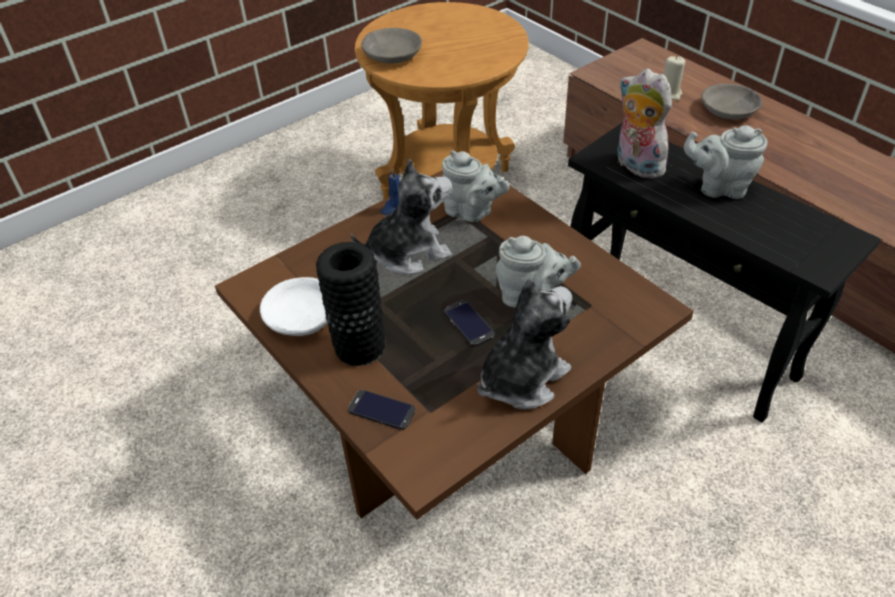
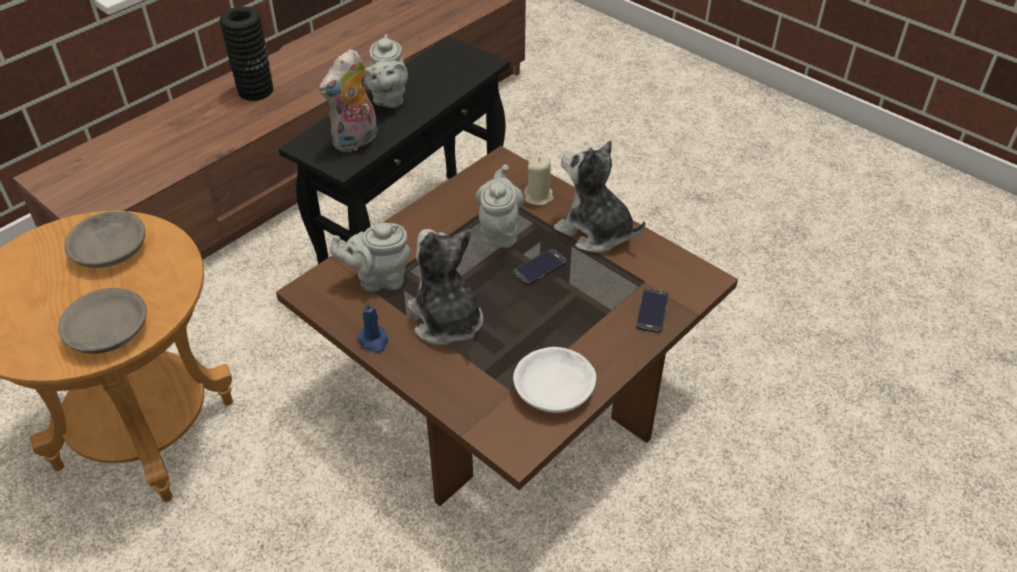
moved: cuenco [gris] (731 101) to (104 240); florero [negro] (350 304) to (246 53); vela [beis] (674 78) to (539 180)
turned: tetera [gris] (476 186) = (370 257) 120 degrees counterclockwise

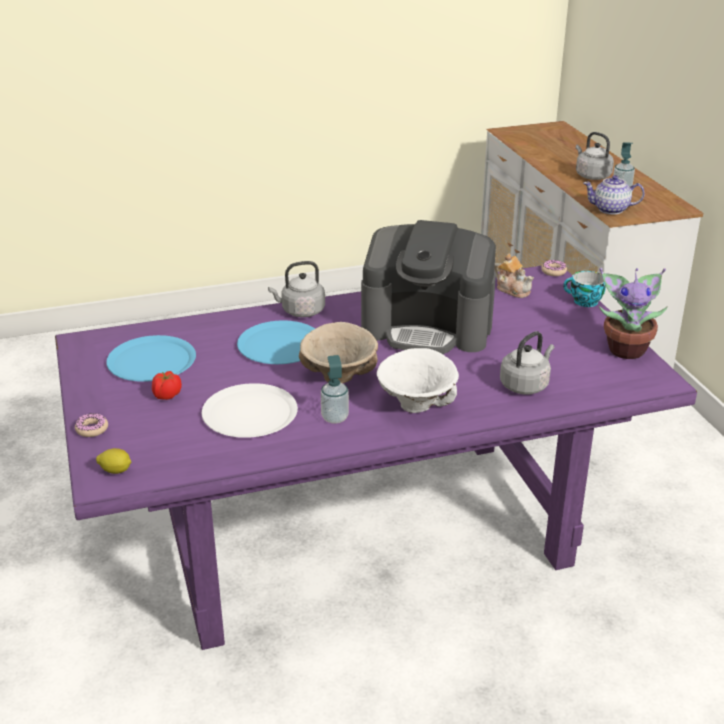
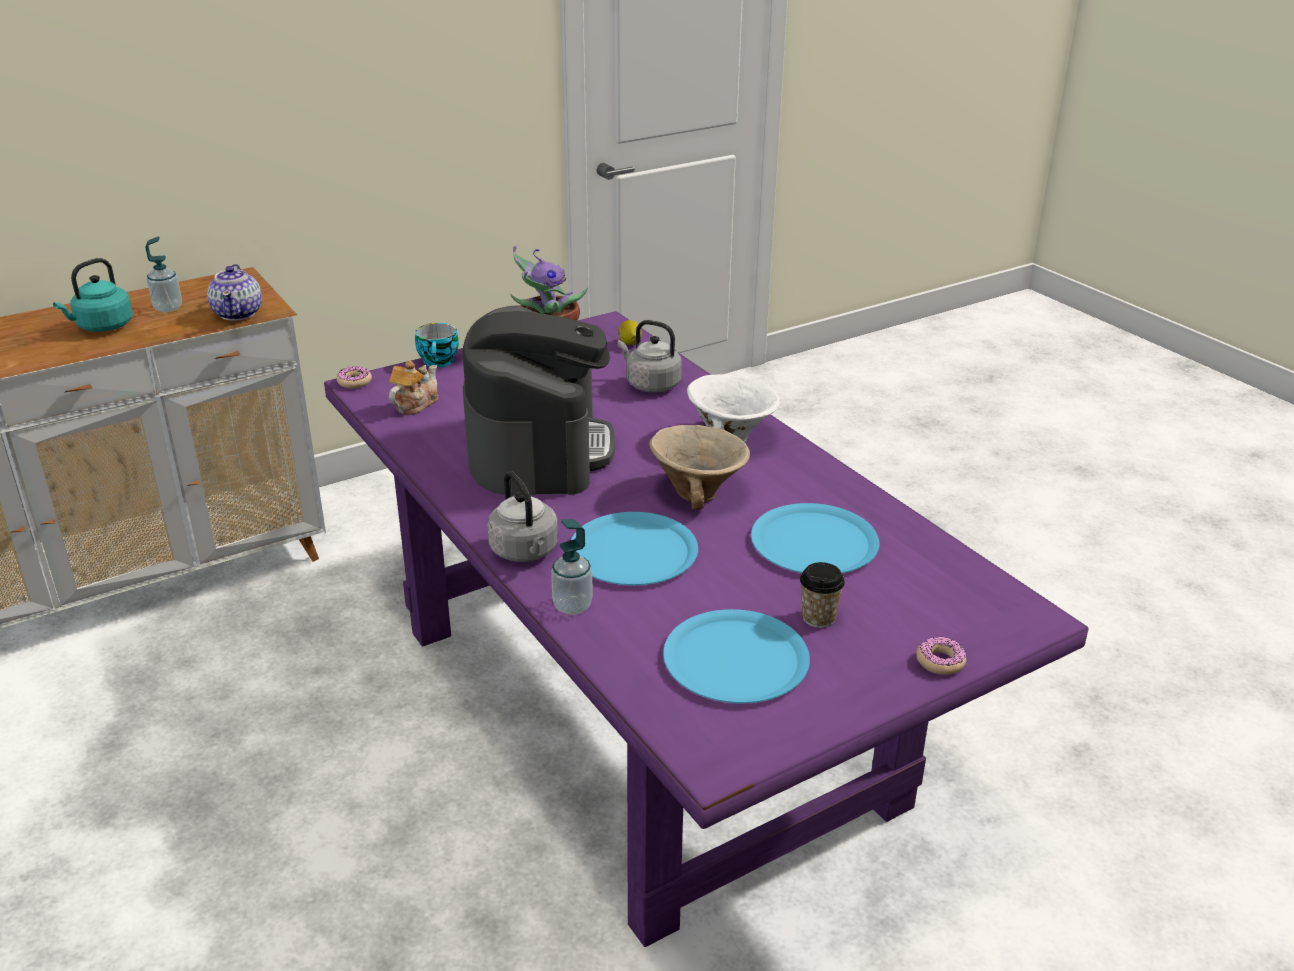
moved: dispensador de jabón (335 389) to (572 567); limón (114 461) to (630 332)
replaced: tomate (167 385) to taza (822 595)
recoloured: hervidor [gris] (595 156) to hervidor [turquesa] (93 295); plato [blanco] (250 410) to plato [azul] (815 538)

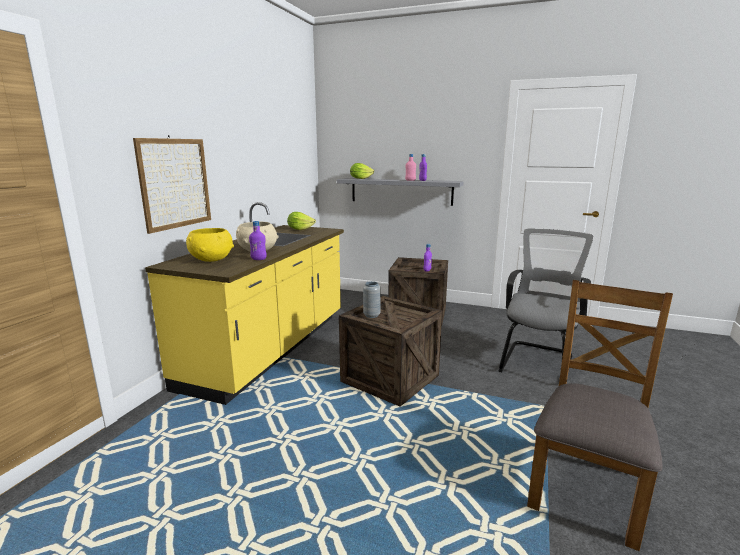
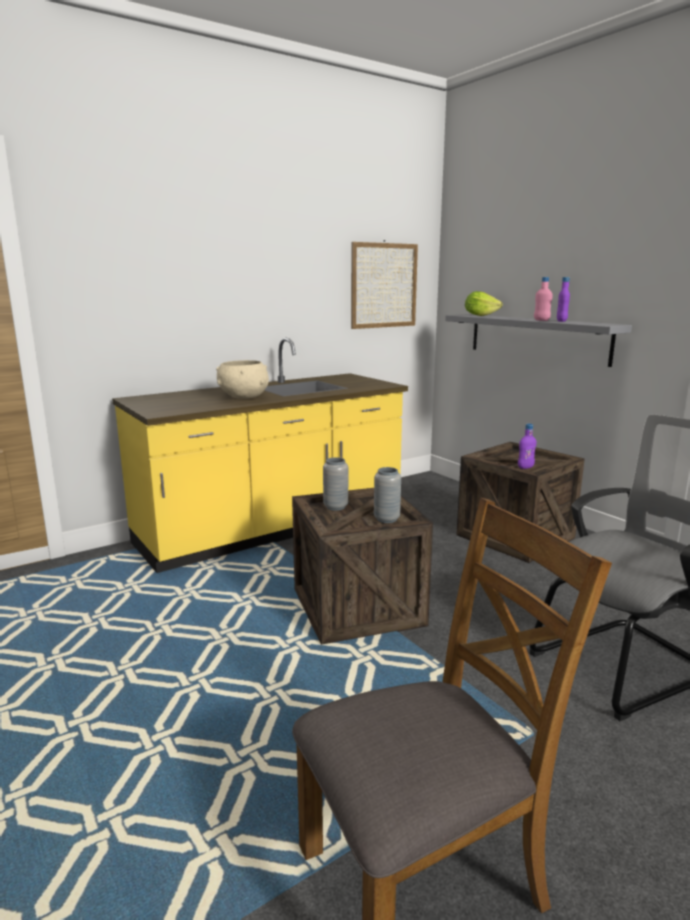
removed: cuenco [amarillo] (210 245); botella [morado] (258 240); lechuga (301 221)
added: florero [gris] (387 495)
moved: cuadro (172 184) to (384 284)

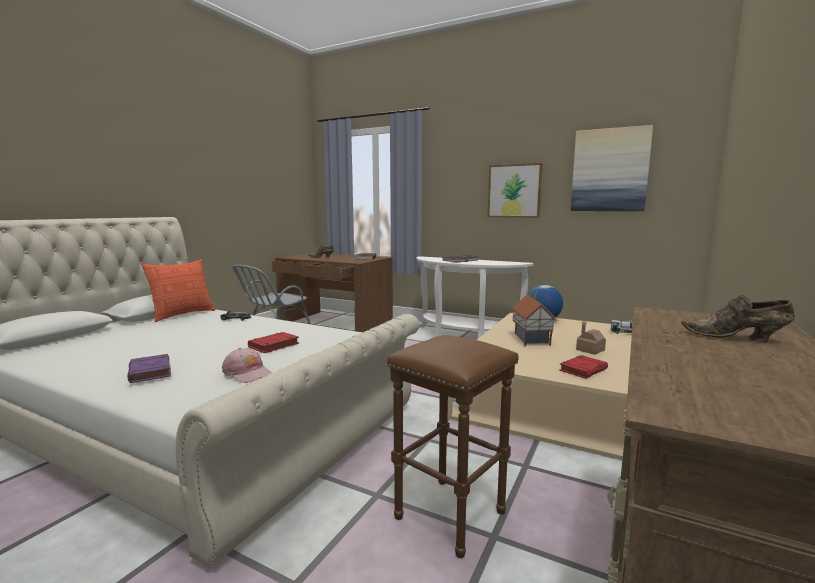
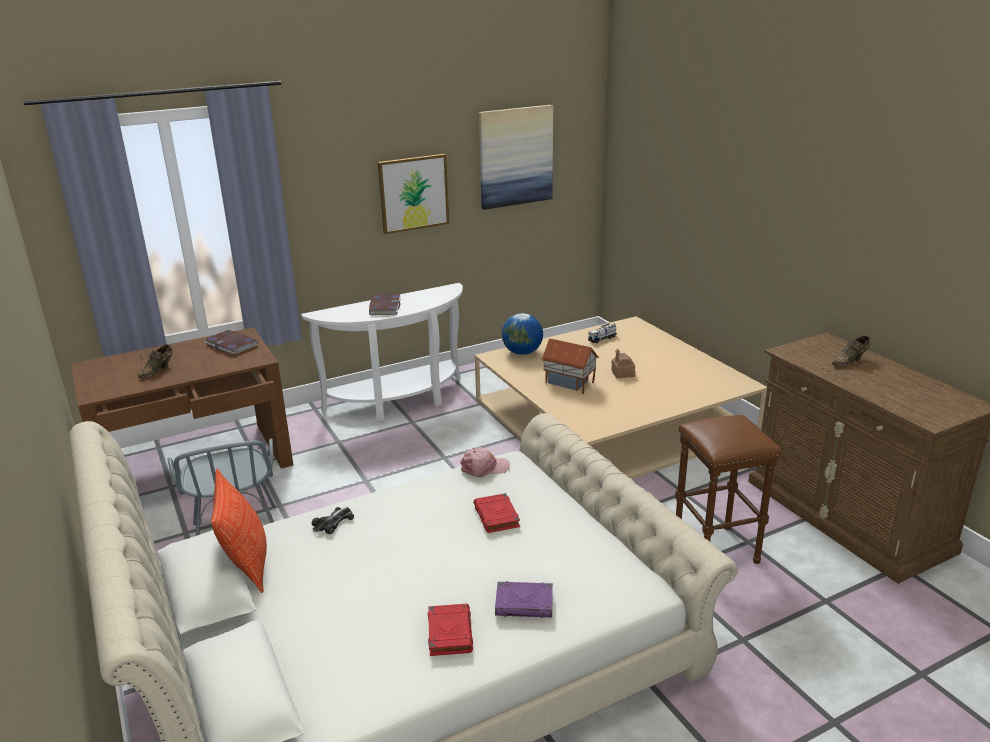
moved: libro [rojo] (583 367) to (450 630); gorra [rosa] (246 365) to (485 462)

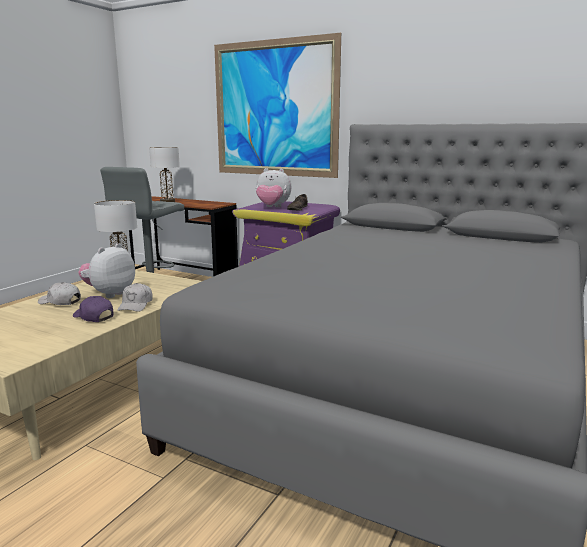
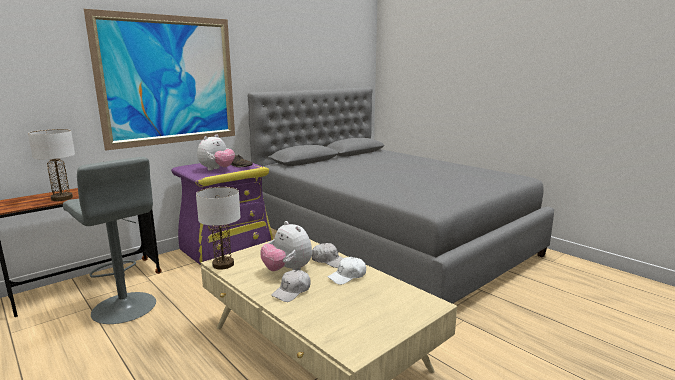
recoloured: gorra [morado] (93 309) to gorra [blanco] (347 271)

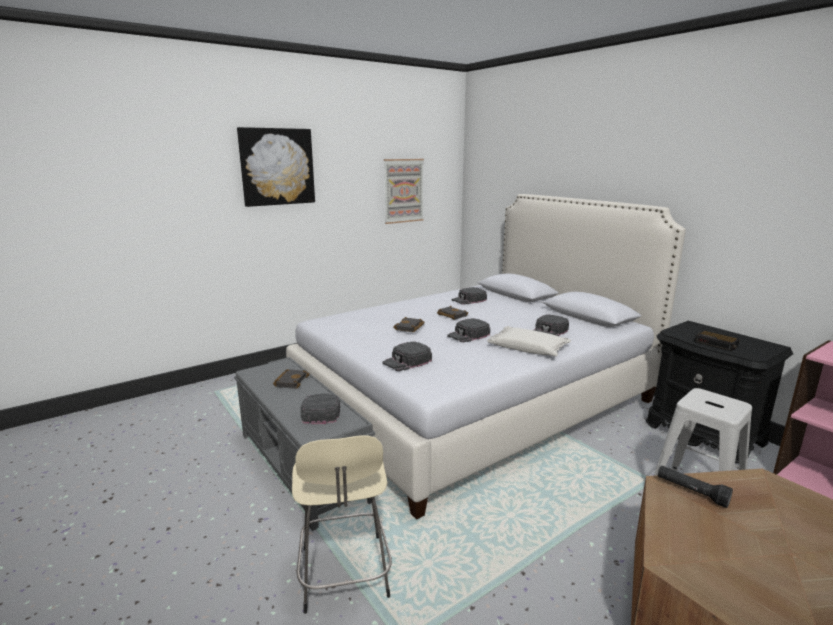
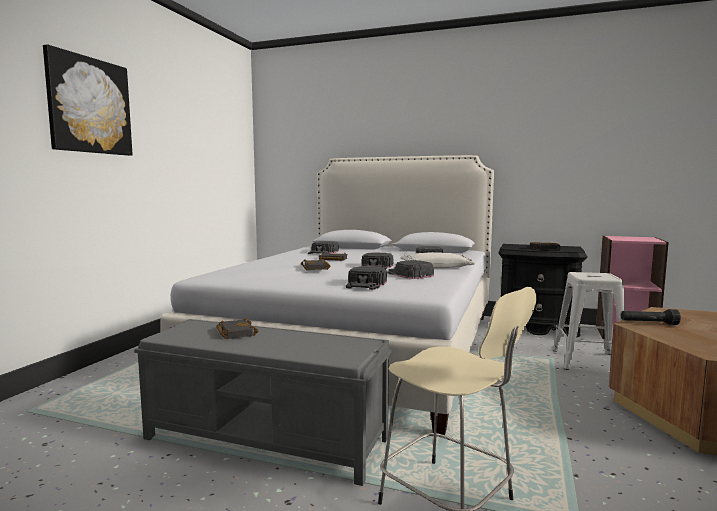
removed: cuadro (404 191)
moved: gorra [negro] (320 409) to (410 269)

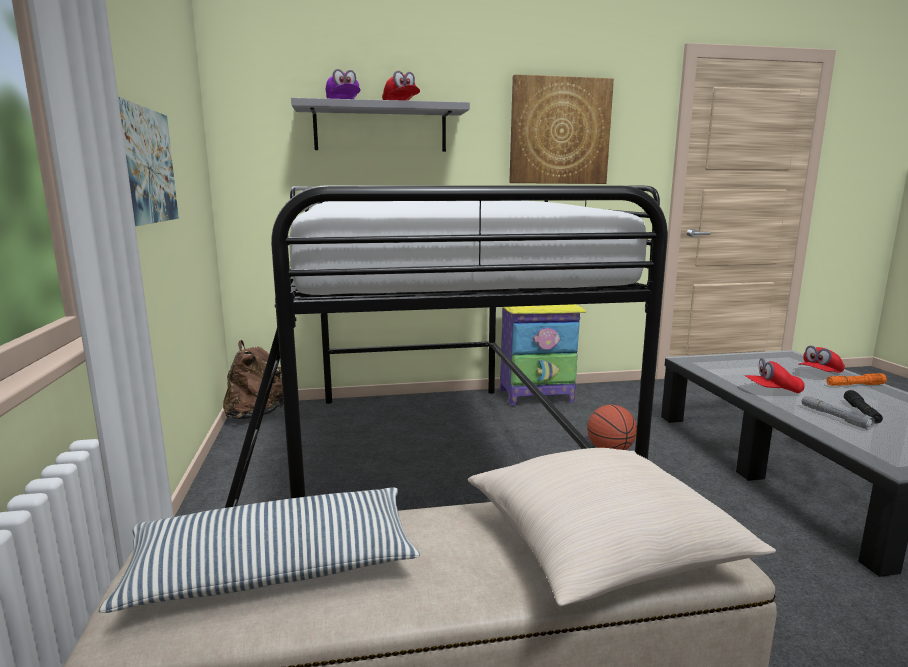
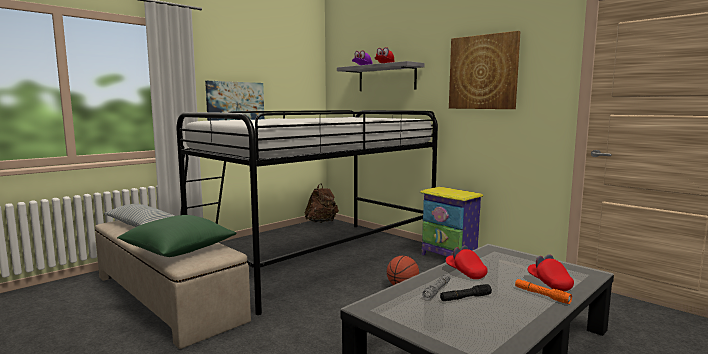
recoloured: cojín [beis] (622 527) to cojín [verde] (177 236)
turned: gorra [rojo] (821 359) = (551 272) 45 degrees clockwise

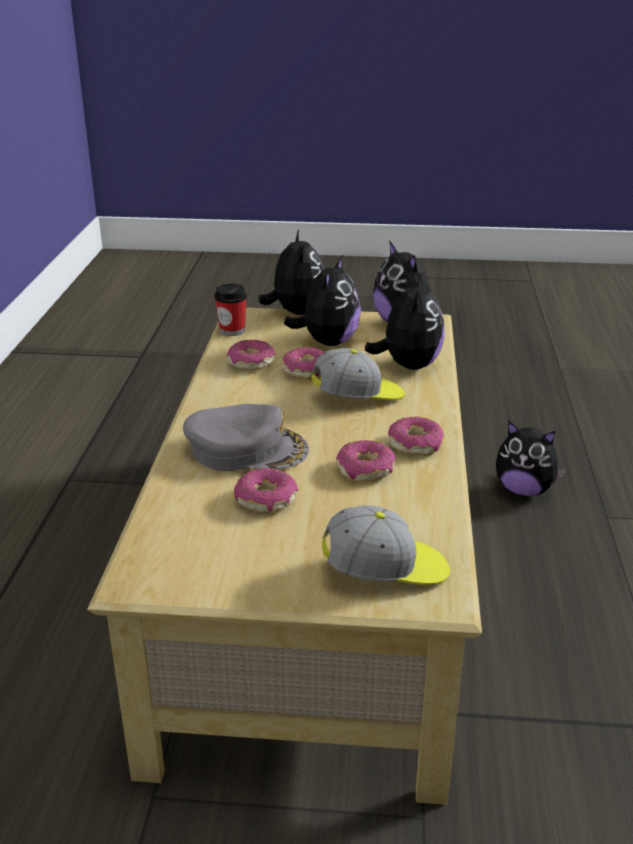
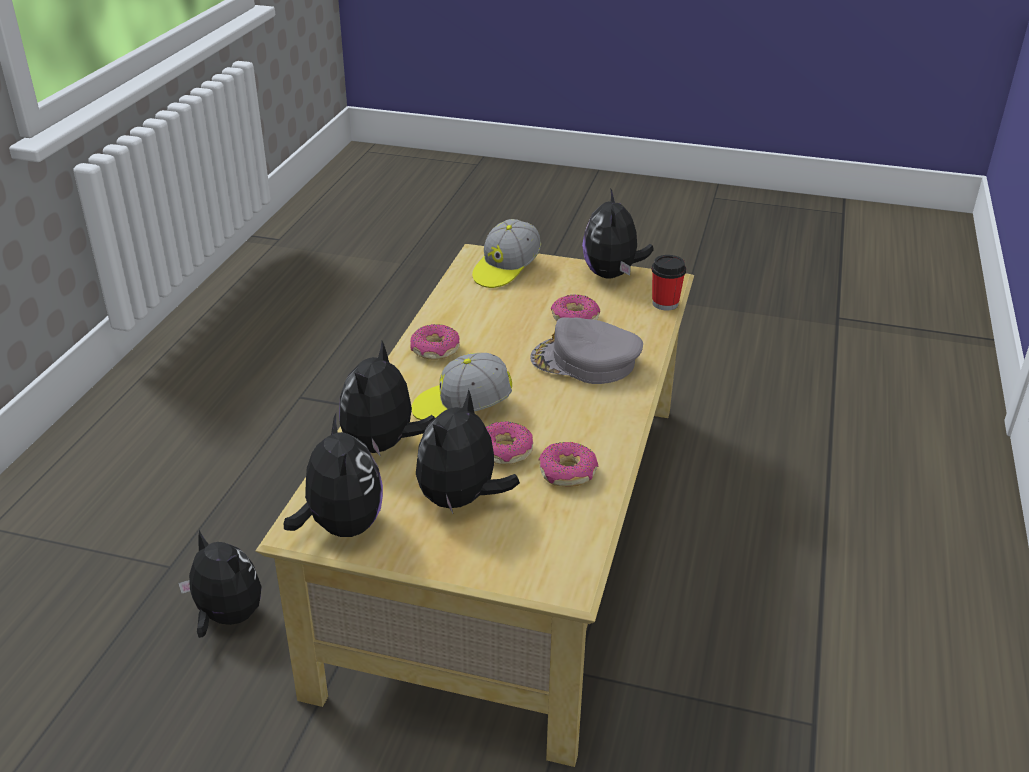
removed: rosquilla (366 461)
moved: peluche (291 272) to (618 233); taza (230 309) to (669 283)
turned: gorra (386 545) = (506 253) 60 degrees counterclockwise

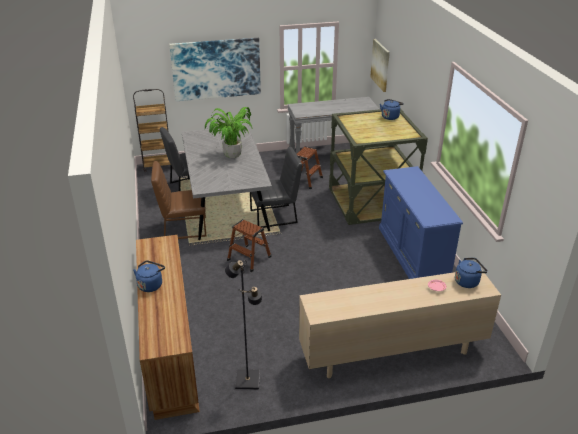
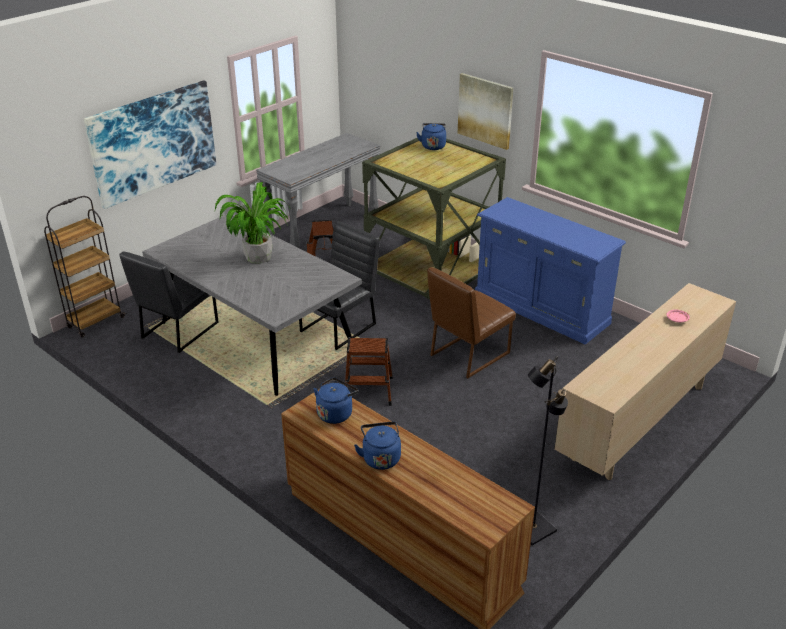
moved: hervidor [azul] (471 273) to (336 400); silla [marrón] (178 200) to (471 322); cuadro (380 65) to (486 111)

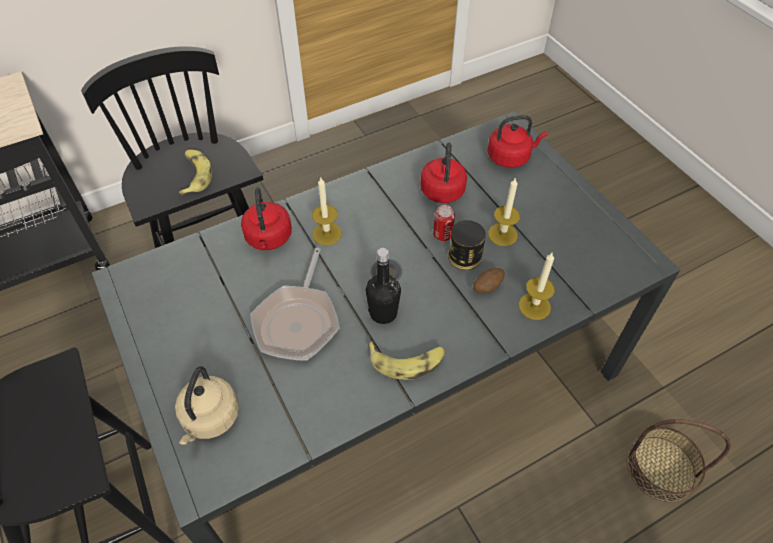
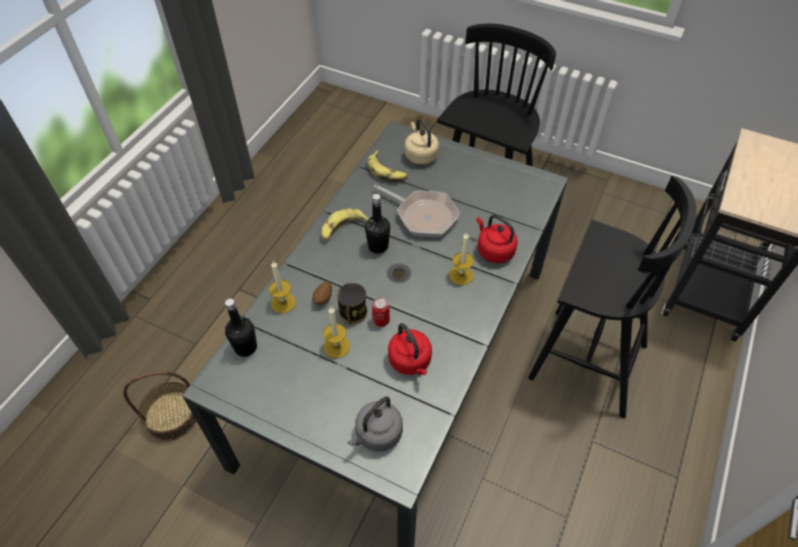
added: botella [negro] (241 327)
moved: plátano (195 172) to (387 166)
recoloured: hervidor [rojo] (517 141) to hervidor [gris] (375 424)
turned: sartén (295 304) = (417 210) 150 degrees clockwise

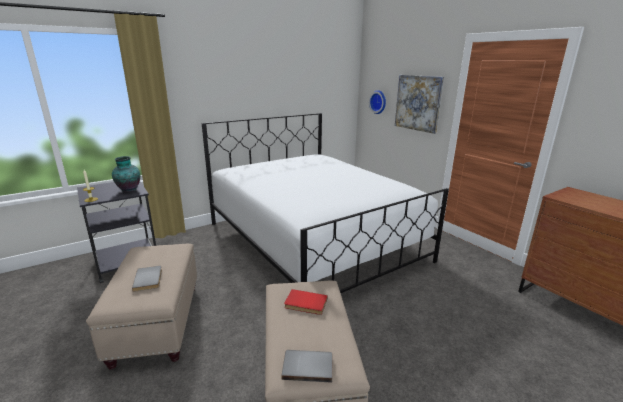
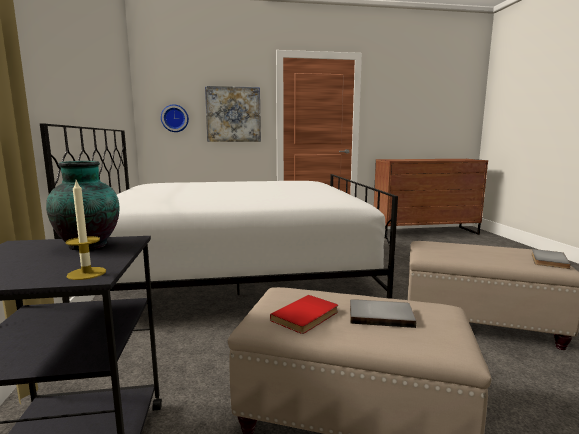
moved: libro [rojo] (306 302) to (304 314)

